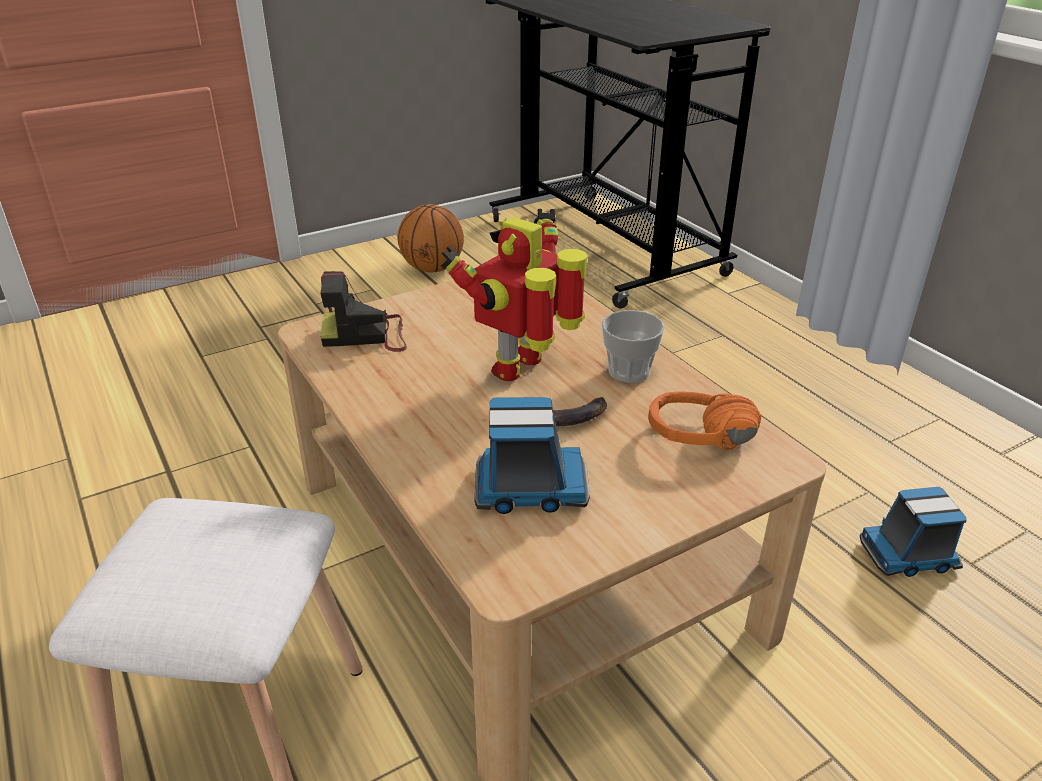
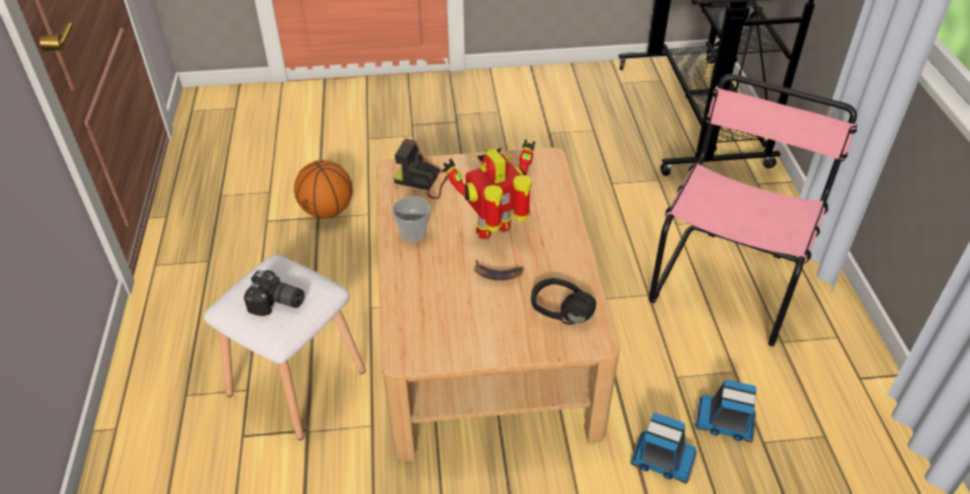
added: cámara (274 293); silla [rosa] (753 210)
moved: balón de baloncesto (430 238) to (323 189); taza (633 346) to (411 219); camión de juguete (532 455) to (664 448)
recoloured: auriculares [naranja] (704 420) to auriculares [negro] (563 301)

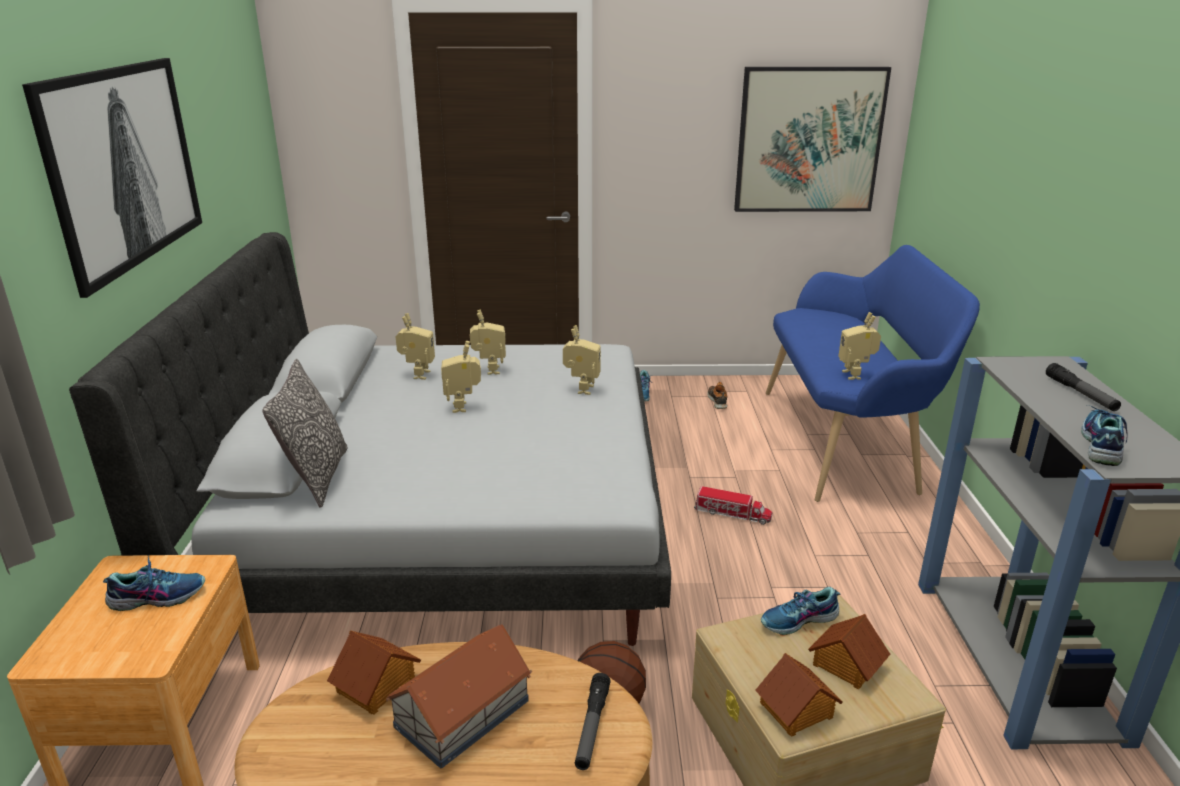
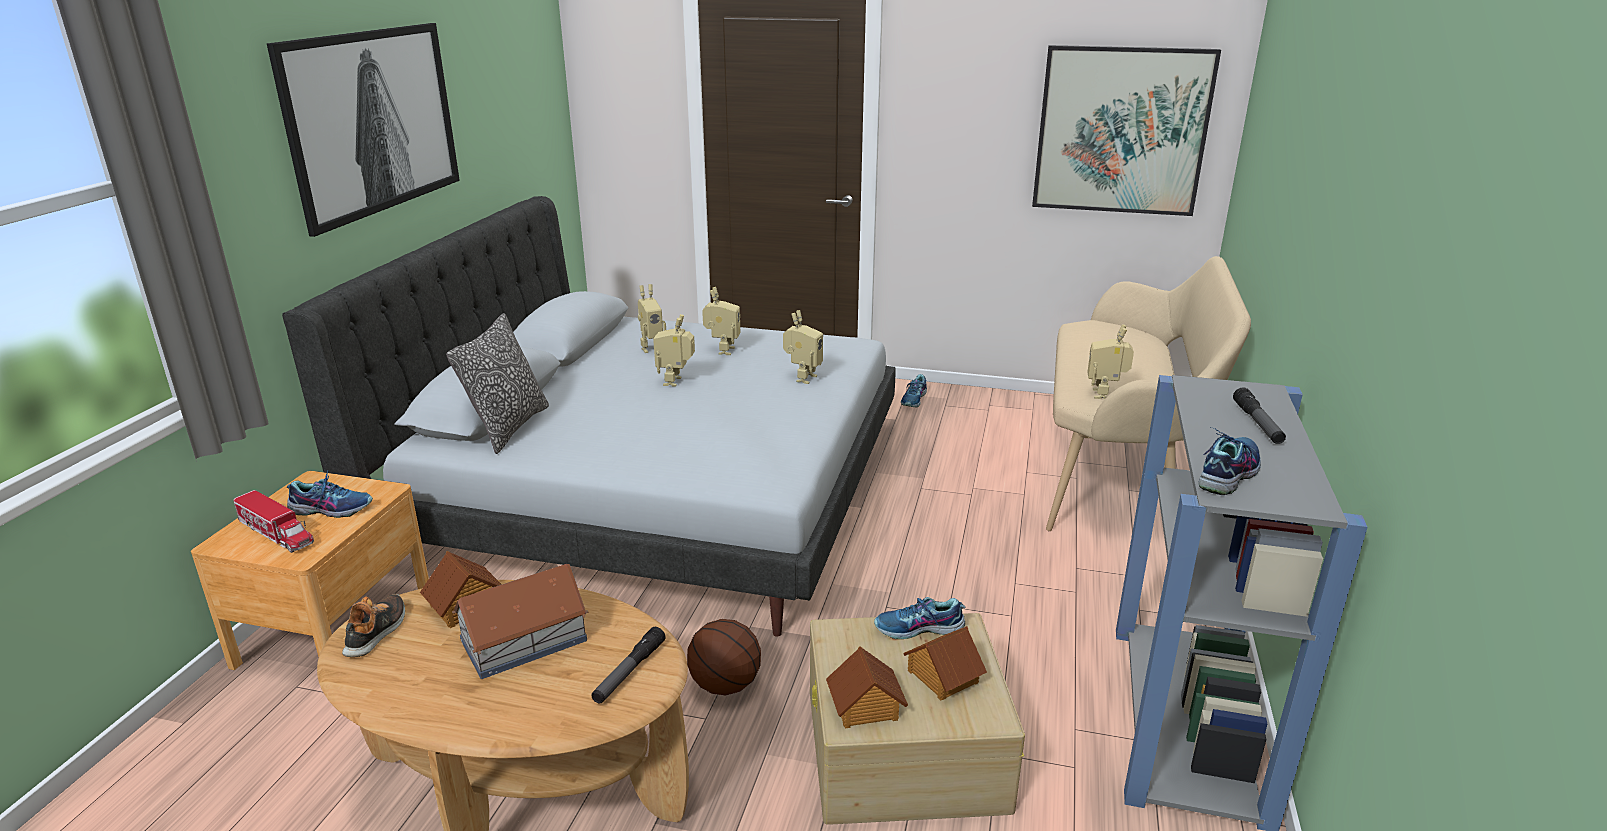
moved: camión de juguete (733 505) to (273 521); zapato (717 395) to (373 625)
recoloured: banco [azul] (873 373) to banco [beis] (1148 393)
turned: robot de juguete (415 346) = (652 318) 45 degrees clockwise

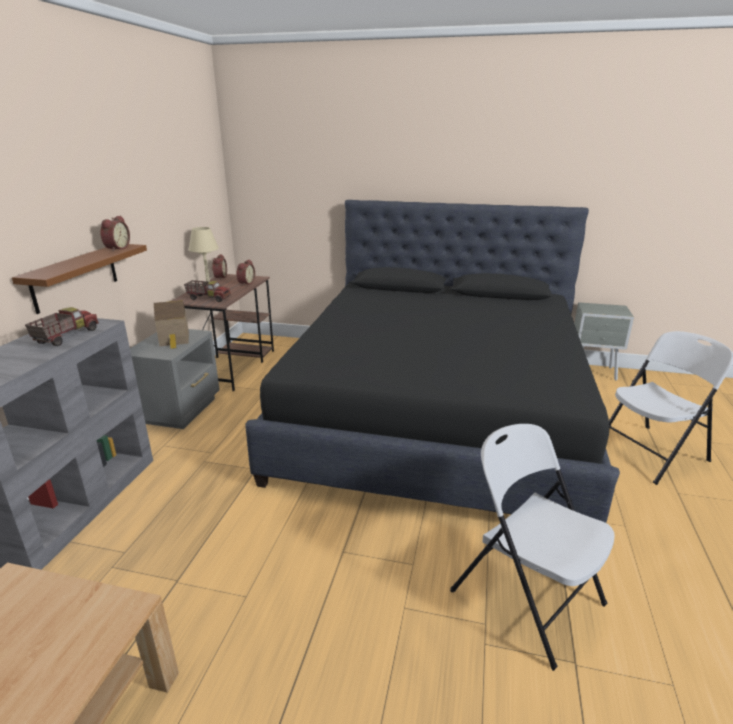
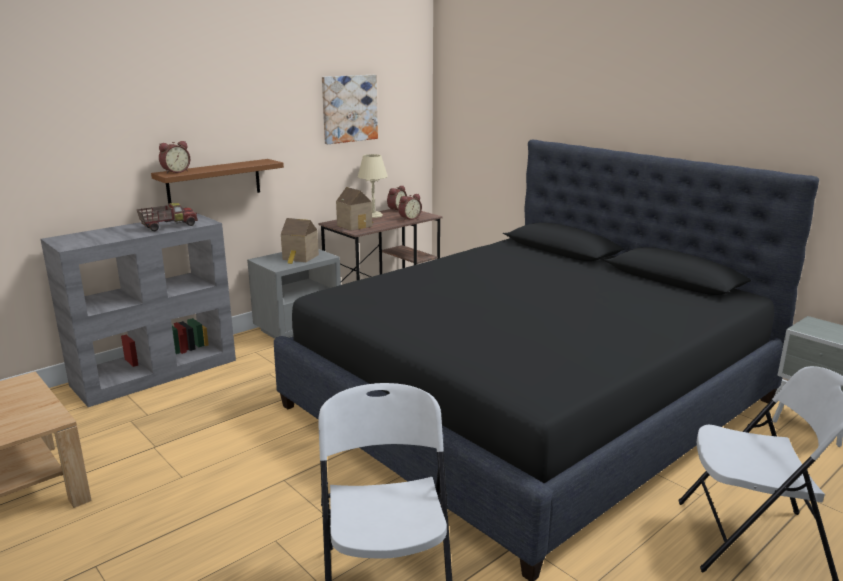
added: cuadro (350 109)
moved: despertador (115 233) to (174 157)
replaced: camión de juguete (207 291) to casita (354 209)

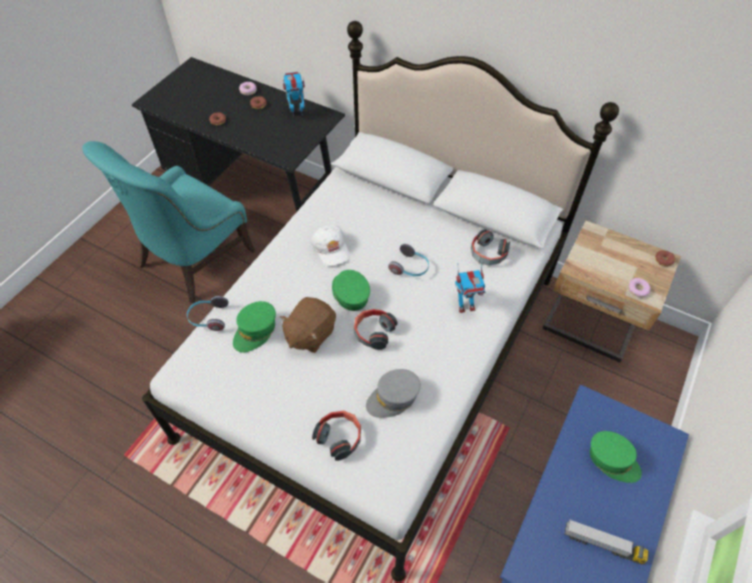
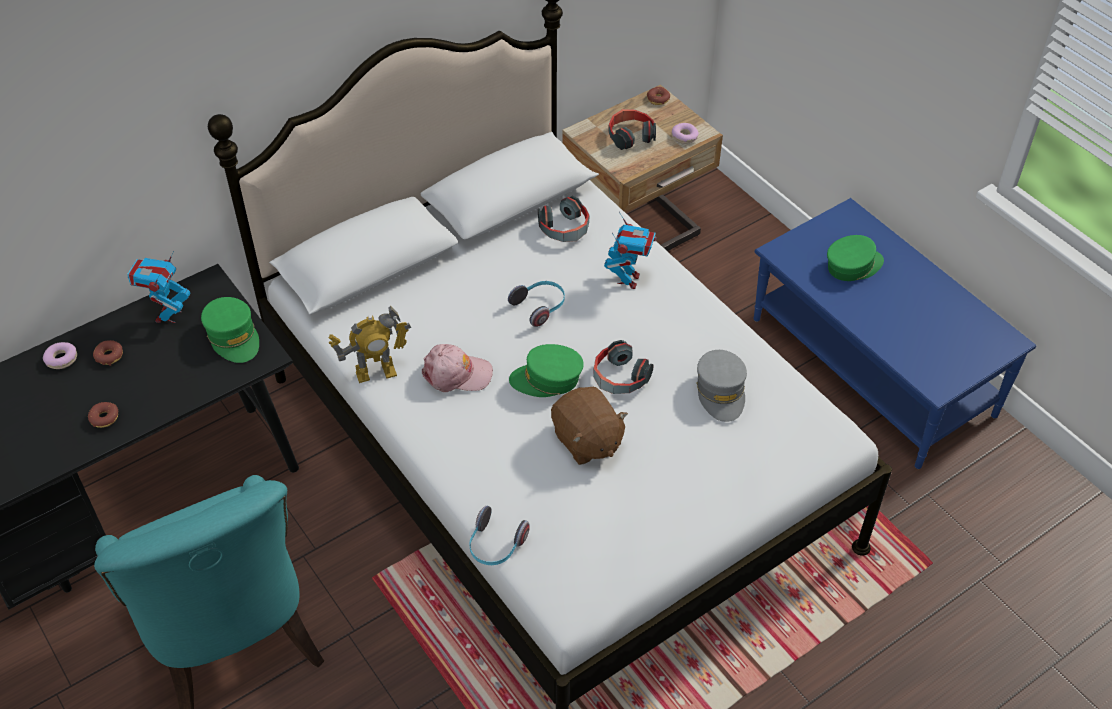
removed: camión de juguete (607 541)
added: robot de juguete (369 344)
moved: gorra [verde] (254 326) to (230 330); auriculares (336 435) to (632 129)
recoloured: gorra [blanco] (330 245) to gorra [rosa] (457 368)

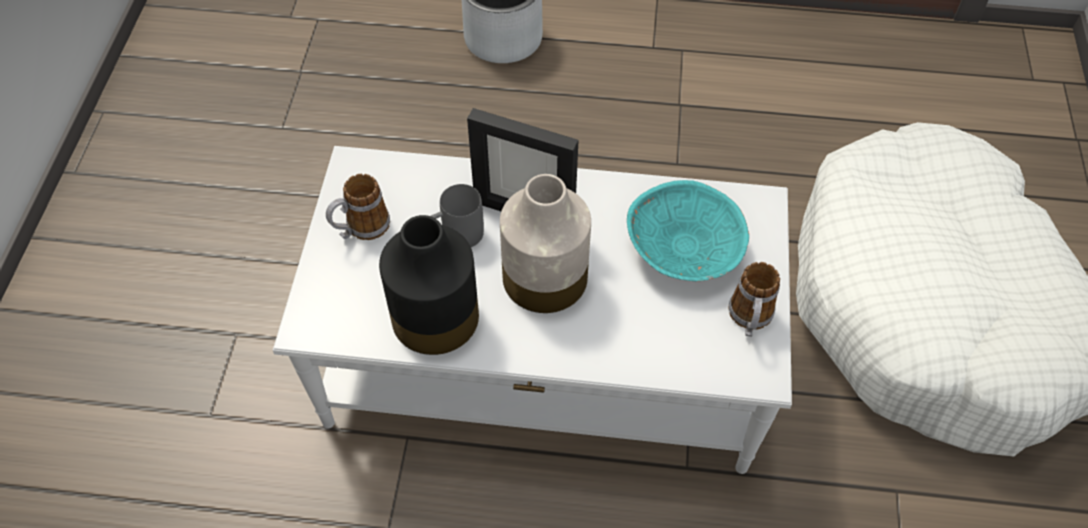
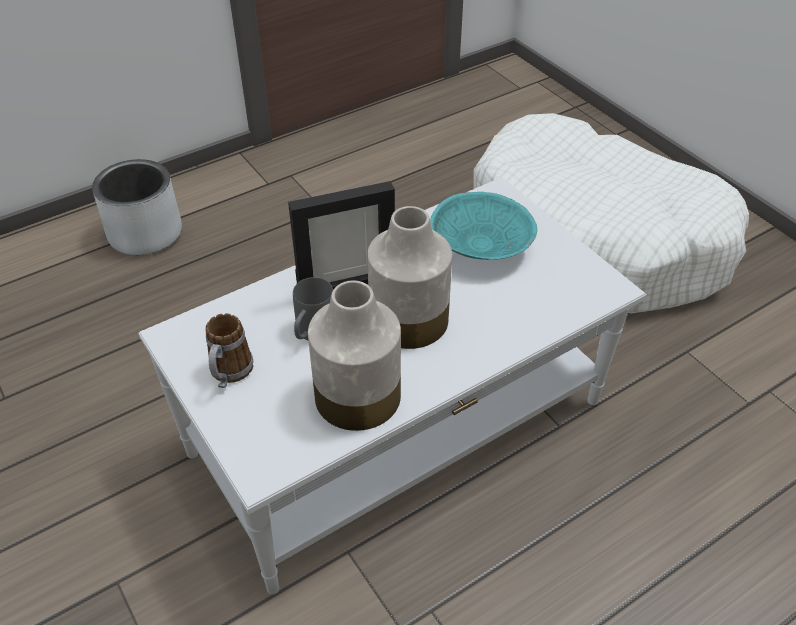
removed: taza grande (754 299)
recoloured: florero [negro] (429 285) to florero [beis] (354 356)

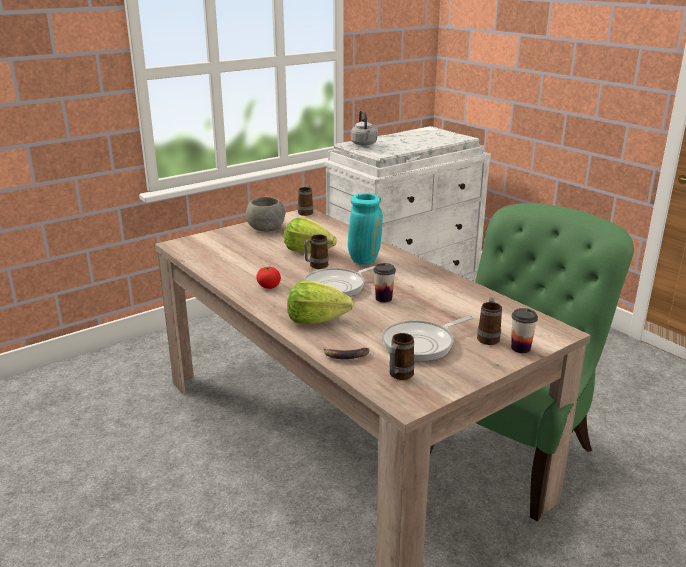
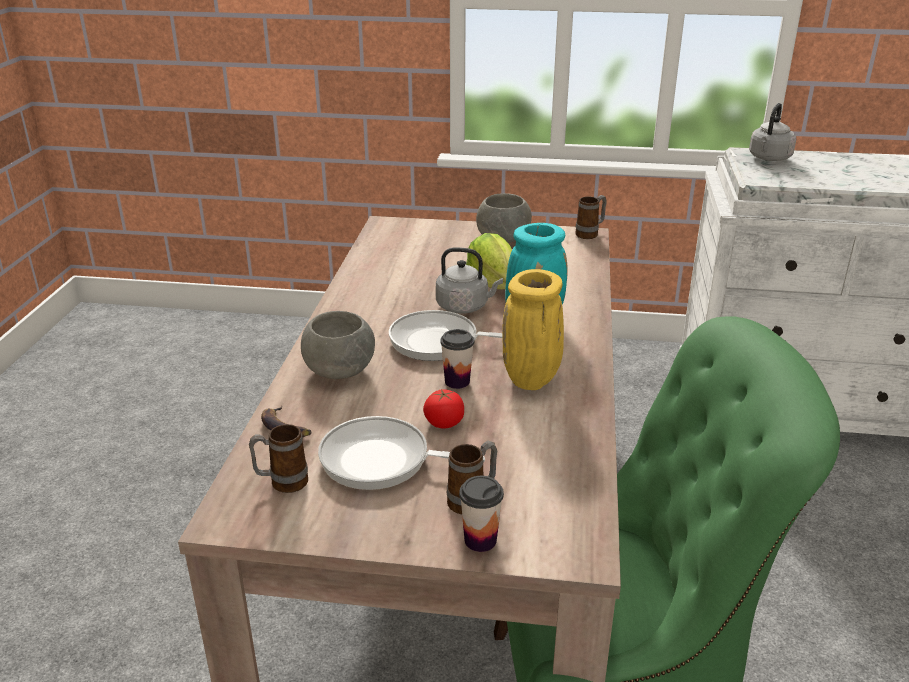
added: florero [amarillo] (533 329)
moved: tomate (268 278) to (443 409)
replaced: lechuga (320 302) to cuenco [gris] (338 345); taza grande (316 251) to hervidor [gris] (469 280)

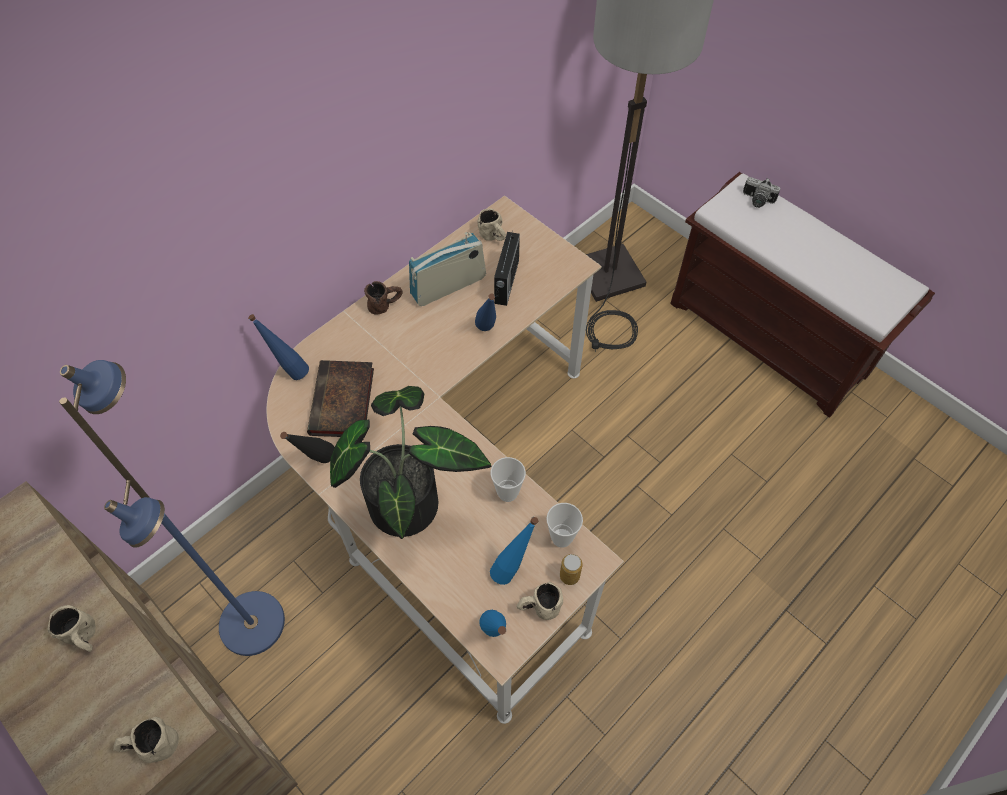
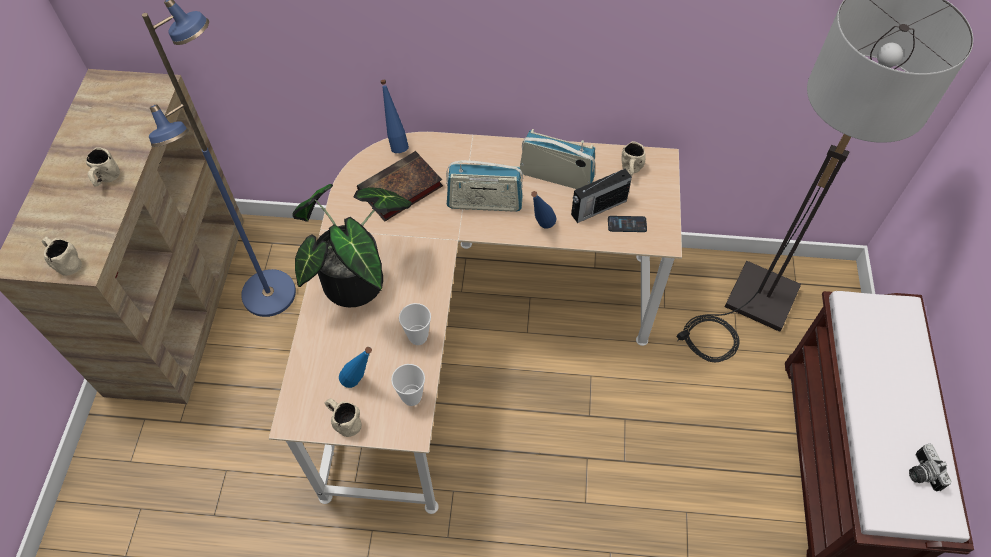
removed: botella [negro] (307 447); taza grande [marrón] (383 298); botella [azul] (492 623); lata (571 569)
added: radio (484 186); móvil (627 224)
moved: cámara (761 192) to (930 467)

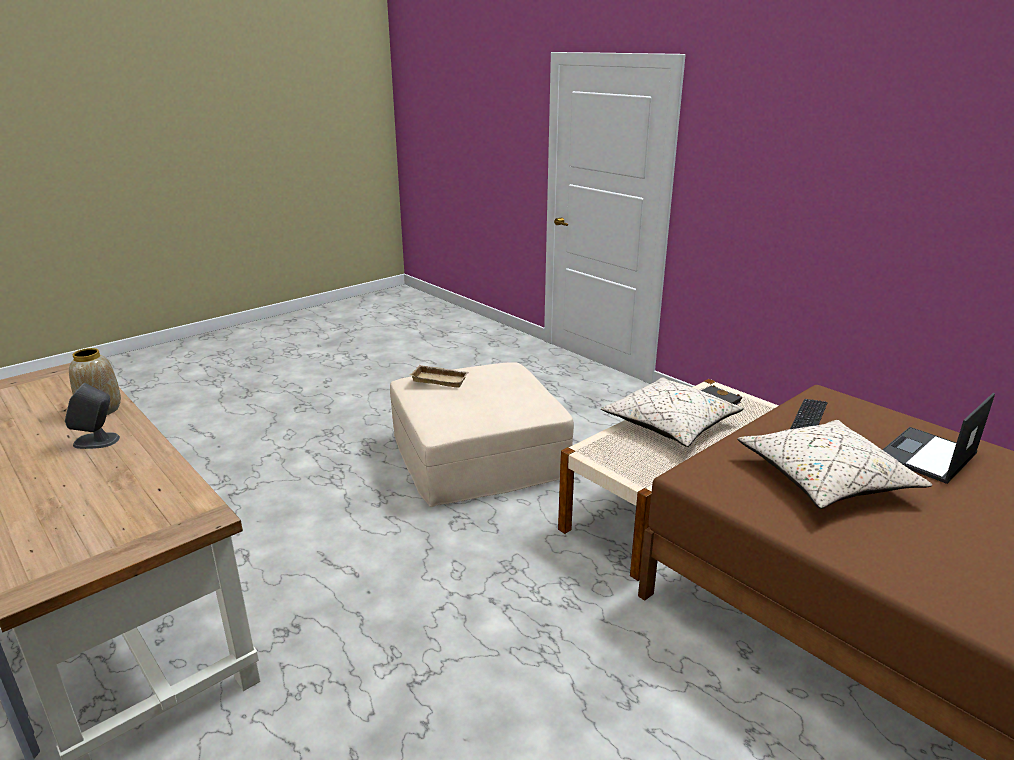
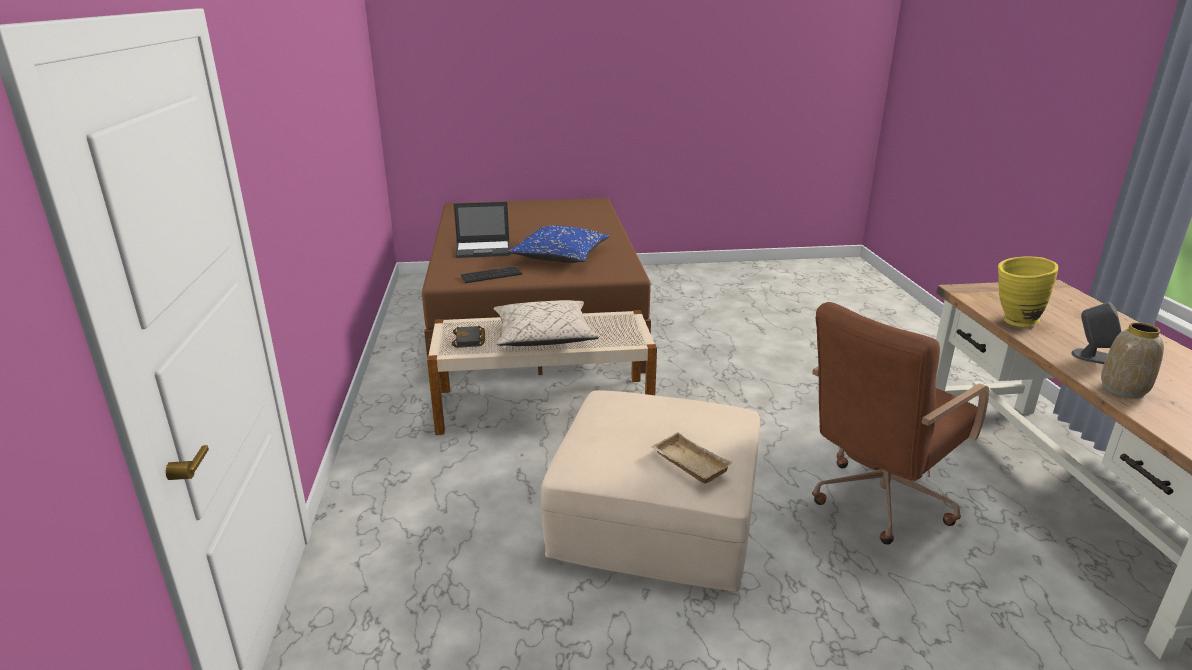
added: silla de oficina [marrón] (900 423); florero [amarillo] (1028 291)
recoloured: cojín [beis] (834 464) to cojín [azul] (558 244)

